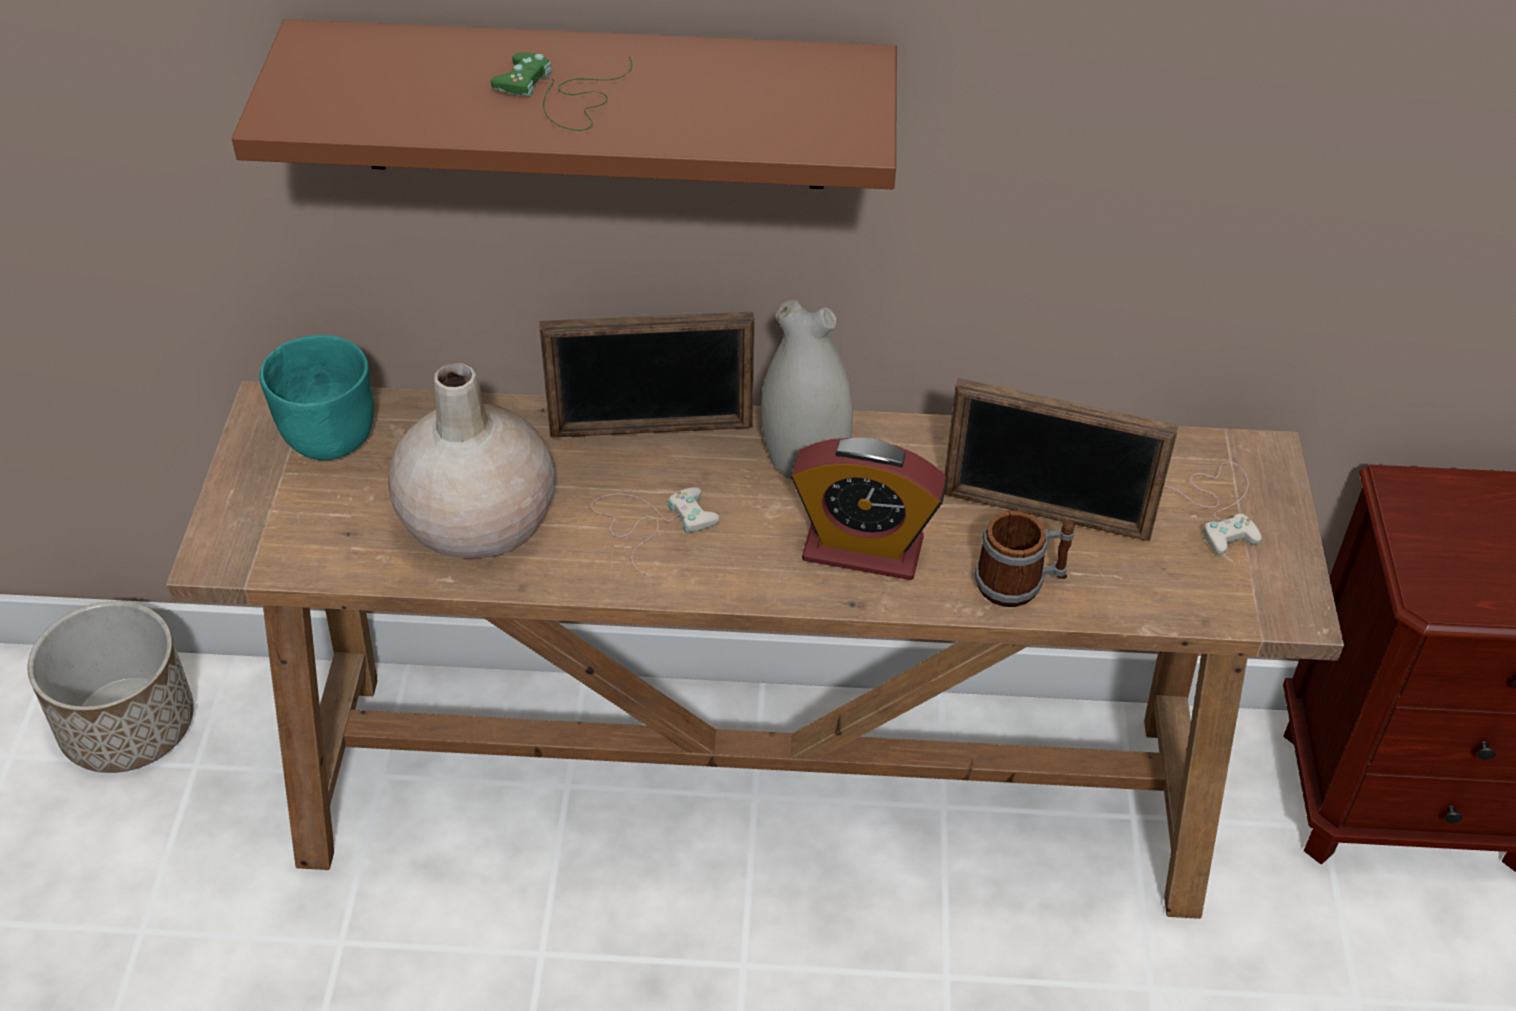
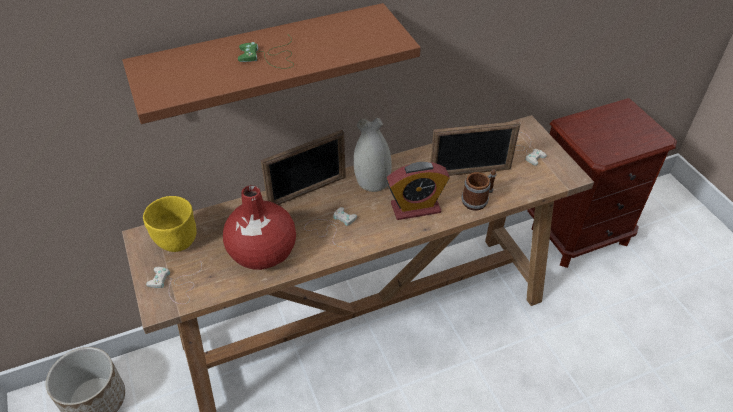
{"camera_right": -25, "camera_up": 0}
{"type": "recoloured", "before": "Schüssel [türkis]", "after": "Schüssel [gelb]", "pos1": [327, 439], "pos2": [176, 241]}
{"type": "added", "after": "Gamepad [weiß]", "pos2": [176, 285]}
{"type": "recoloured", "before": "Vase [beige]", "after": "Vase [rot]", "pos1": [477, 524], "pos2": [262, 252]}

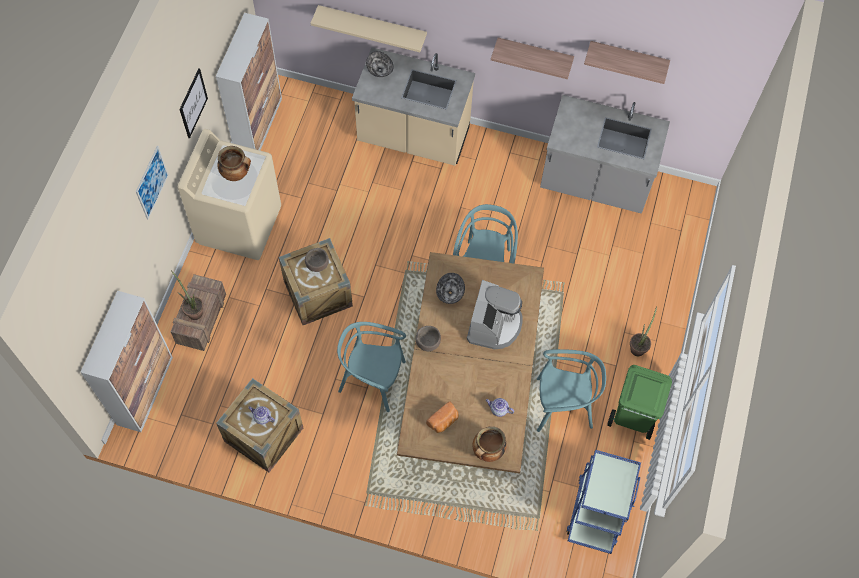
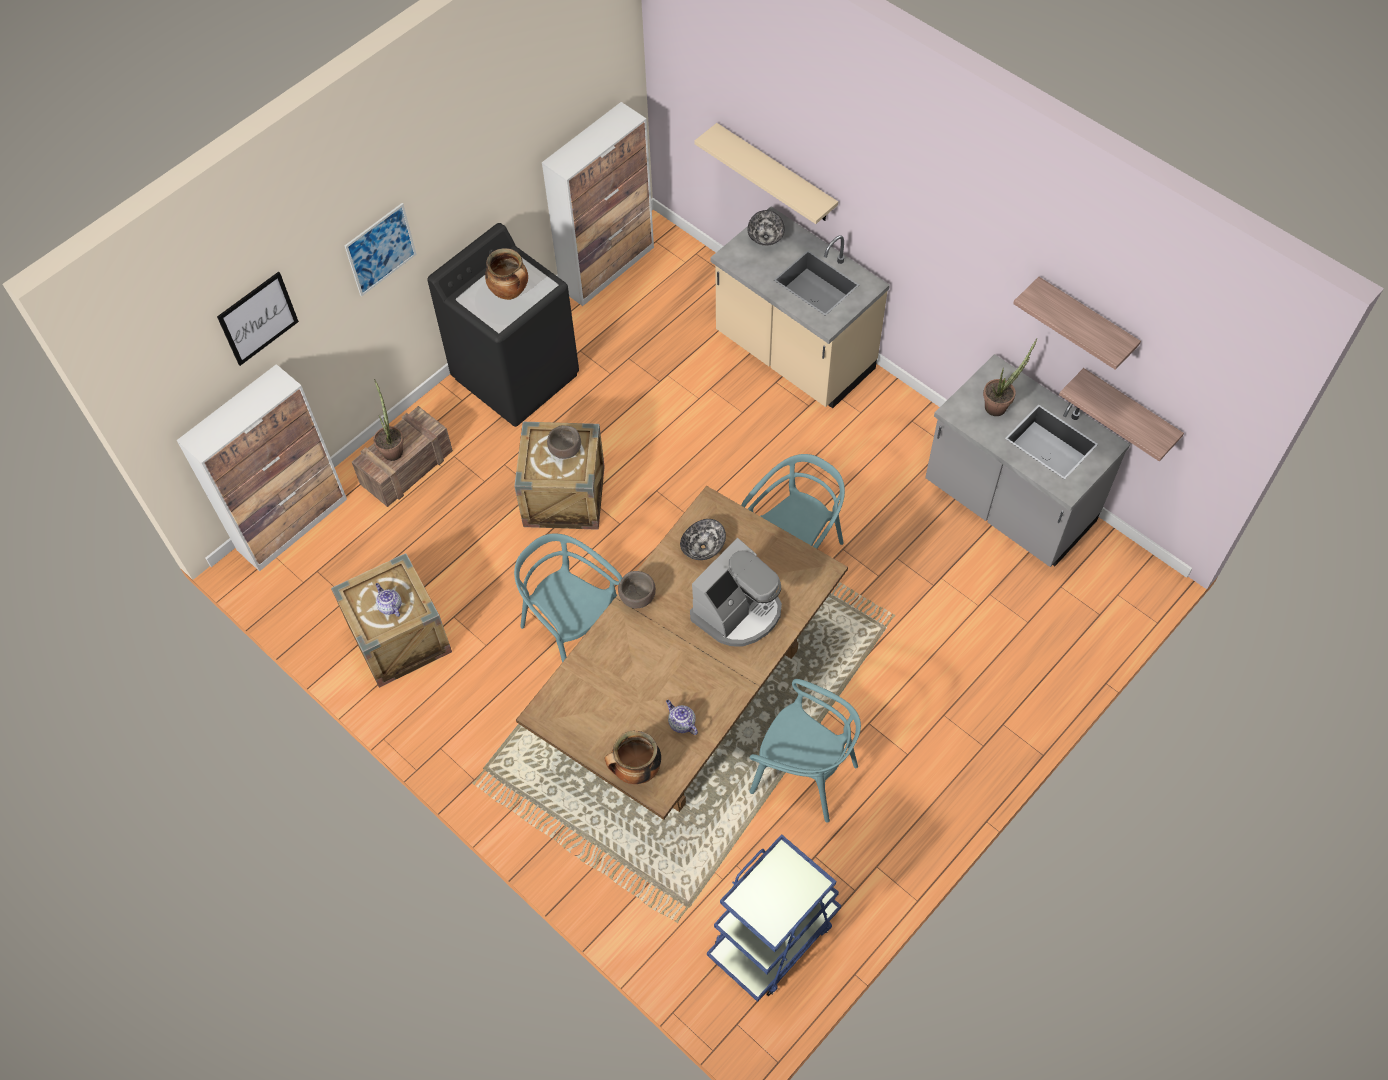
{"camera_right": 30, "camera_up": -5}
{"type": "moved", "before": "Bild", "pos1": [193, 103], "pos2": [258, 318]}
{"type": "recoloured", "before": "Waschmaschine [beige]", "after": "Waschmaschine [schwarz]", "pos1": [239, 225], "pos2": [516, 376]}
{"type": "moved", "before": "Topfpflanze", "pos1": [638, 346], "pos2": [999, 405]}
{"type": "moved", "before": "Wandregal", "pos1": [534, 54], "pos2": [1128, 411]}
{"type": "removed", "before": "Brot", "pos1": [443, 421]}
{"type": "removed", "before": "Mülleimer [grün]", "pos1": [631, 417]}

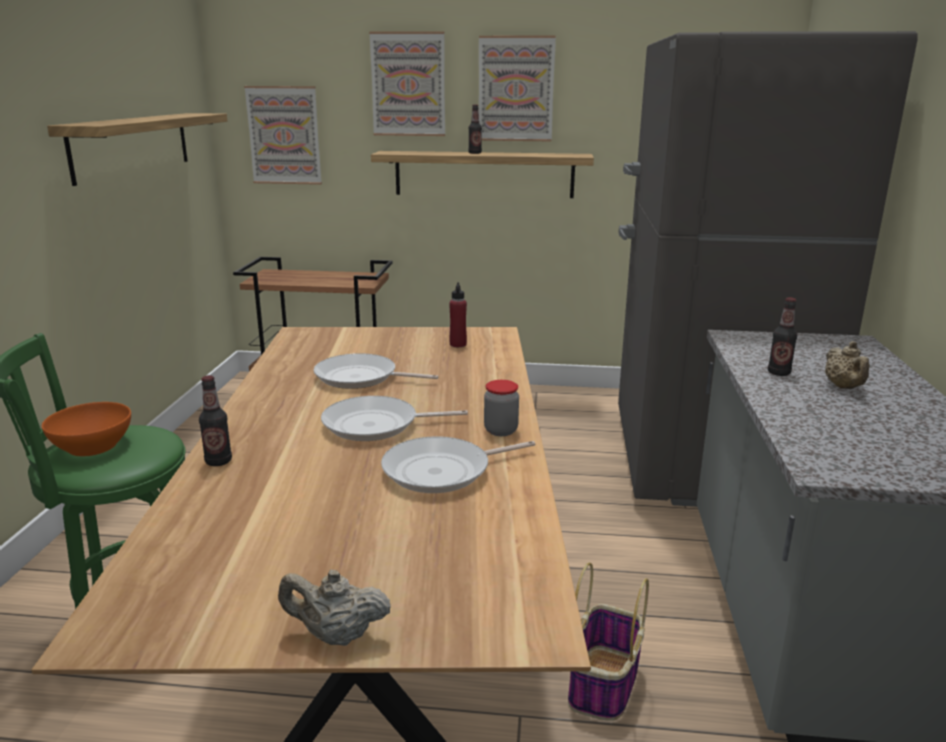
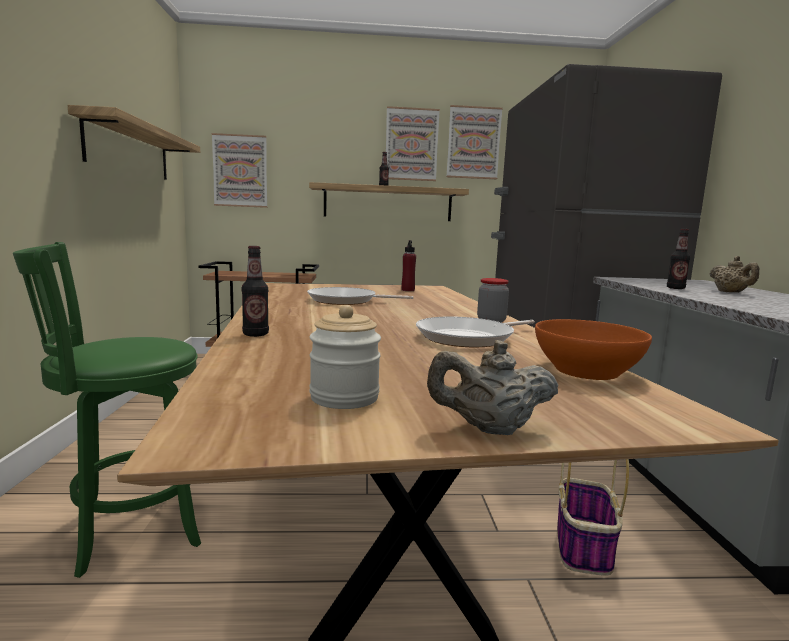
{"camera_right": -10, "camera_up": -10}
{"type": "added", "after": "Vorratsglas", "pos2": [344, 397]}
{"type": "moved", "before": "Bild", "pos1": [408, 84], "pos2": [473, 143]}
{"type": "moved", "before": "Schüssel [orange]", "pos1": [93, 446], "pos2": [586, 370]}
{"type": "removed", "before": "Pfanne", "pos1": [376, 425]}

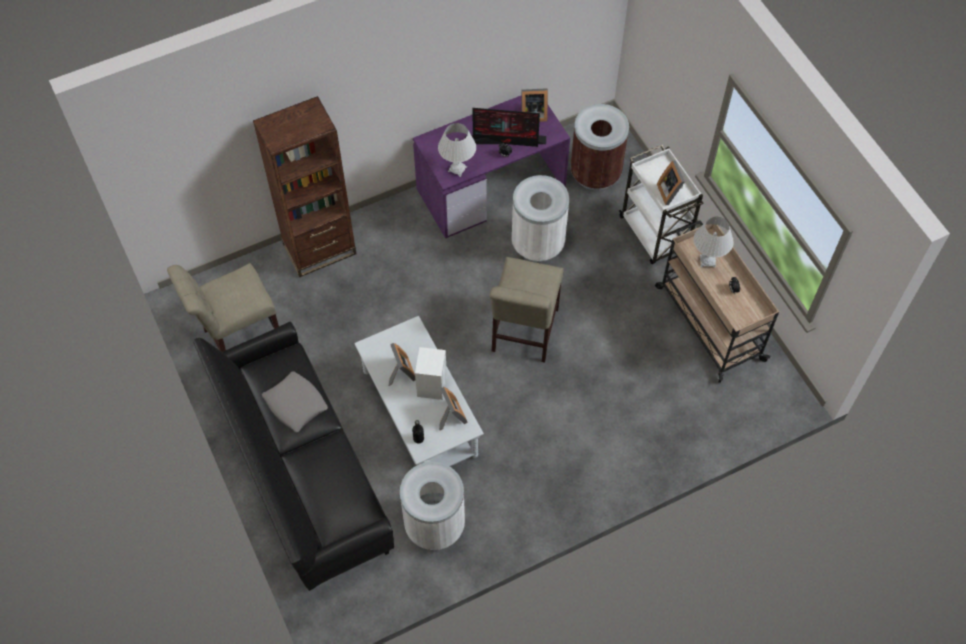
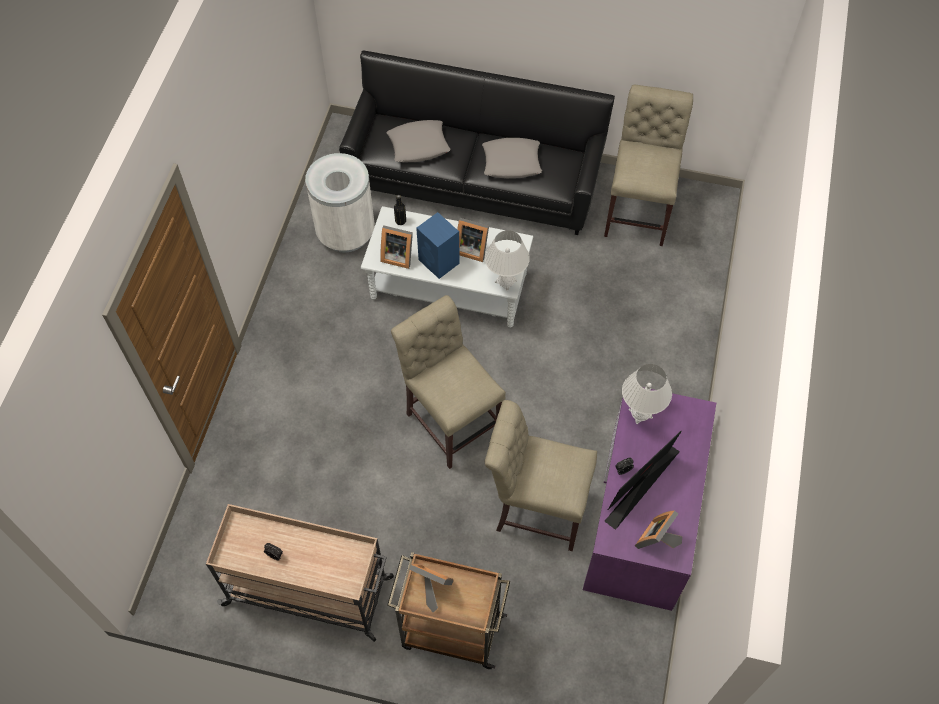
{"camera_right": 130, "camera_up": 0}
{"type": "added", "after": "Kissen [grau]", "pos2": [419, 145]}
{"type": "recoloured", "before": "Rollwagen [weiß]", "after": "Rollwagen [braun]", "pos1": [654, 234], "pos2": [450, 631]}
{"type": "recoloured", "before": "Lautsprecher [weiß]", "after": "Lautsprecher [blau]", "pos1": [432, 384], "pos2": [439, 262]}
{"type": "moved", "before": "Tischlampe [weiß]", "pos1": [707, 261], "pos2": [506, 281]}
{"type": "replaced", "before": "Mülleimer [weiß]", "after": "Stuhl [beige]", "pos1": [537, 244], "pos2": [536, 508]}
{"type": "removed", "before": "Bücherregal [braun]", "pos1": [320, 249]}
{"type": "removed", "before": "Mülleimer [braun]", "pos1": [595, 173]}

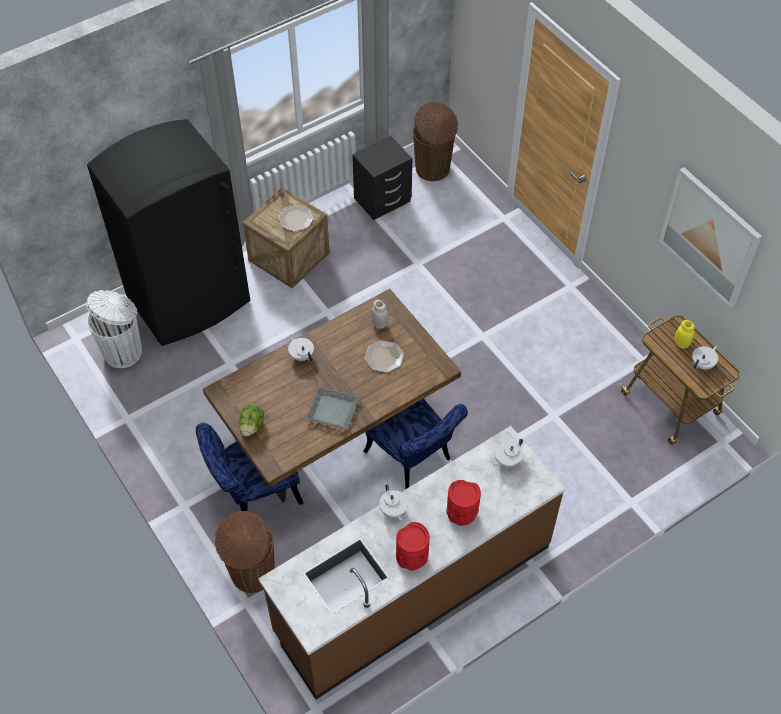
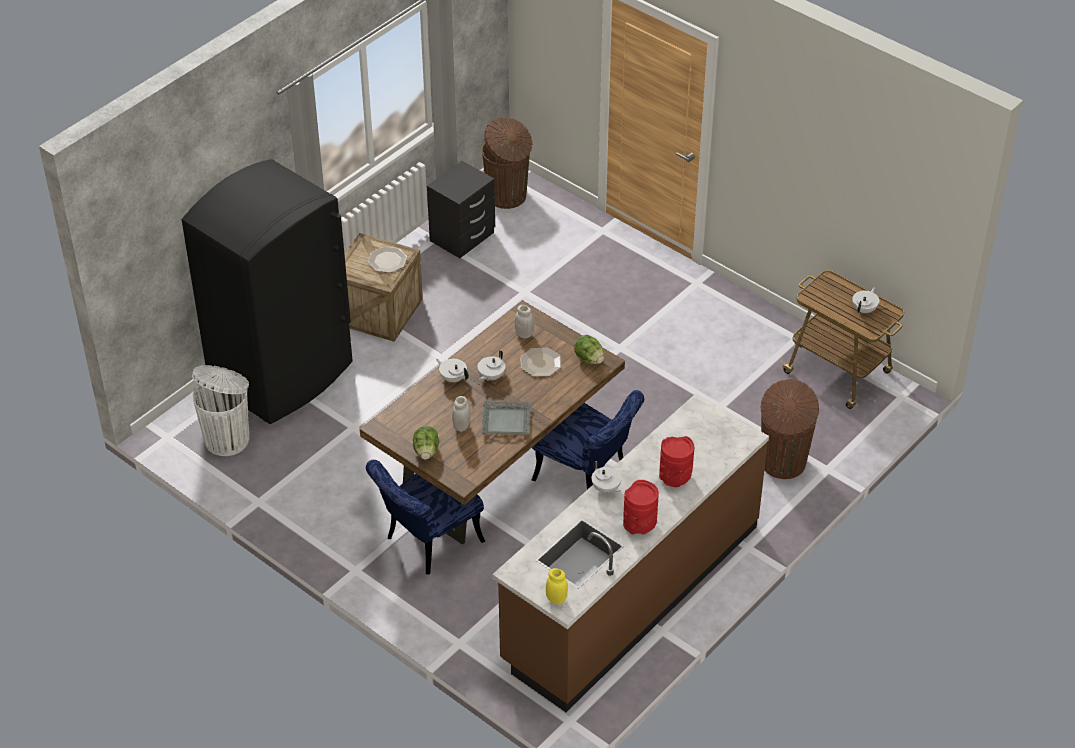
{"camera_right": -15, "camera_up": -10}
{"type": "added", "after": "Vorratsglas [weiß]", "pos2": [461, 426]}
{"type": "moved", "before": "Teekanne [weiß]", "pos1": [506, 460], "pos2": [491, 376]}
{"type": "moved", "before": "Vorratsglas [gelb]", "pos1": [681, 344], "pos2": [556, 599]}
{"type": "added", "after": "Salatkopf", "pos2": [589, 359]}
{"type": "moved", "before": "Mülleimer [braun]", "pos1": [251, 574], "pos2": [782, 463]}
{"type": "removed", "before": "Bild", "pos1": [709, 237]}

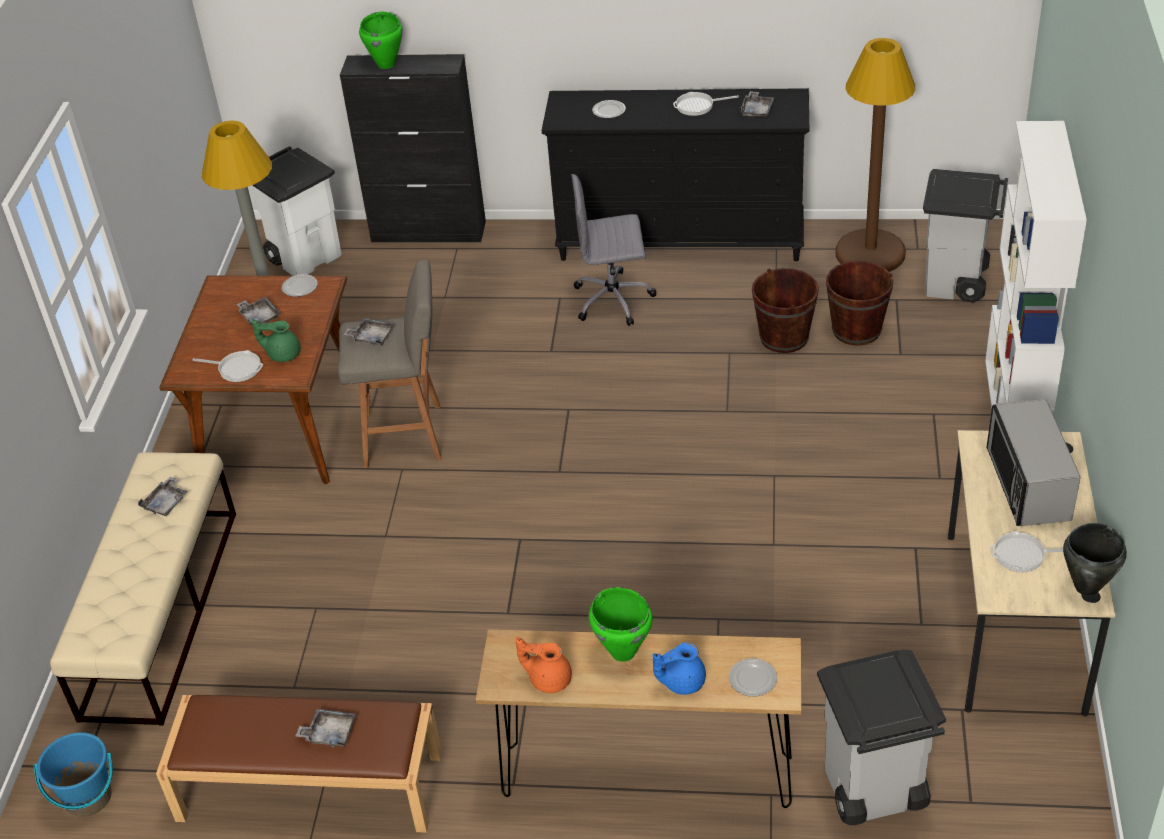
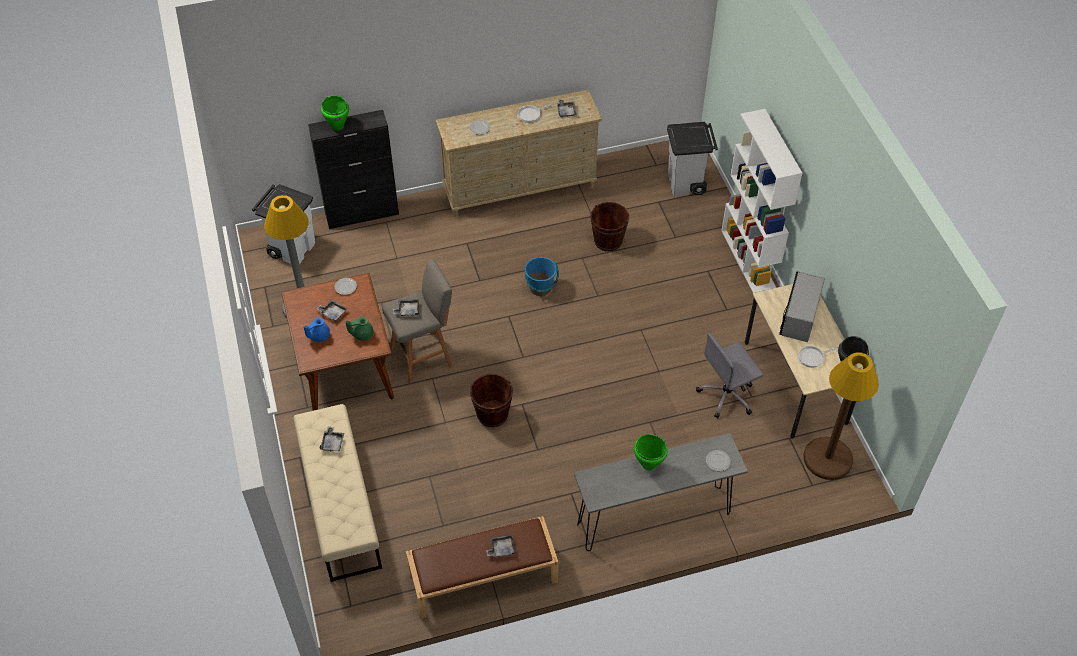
{"camera_right": -25, "camera_up": 10}
{"type": "moved", "before": "Teekanne [blau]", "pos1": [681, 682], "pos2": [319, 336]}
{"type": "recoloured", "before": "Kommode [schwarz]", "after": "Kommode [beige]", "pos1": [681, 242], "pos2": [520, 189]}
{"type": "moved", "before": "Eimer [braun]", "pos1": [856, 330], "pos2": [492, 414]}
{"type": "moved", "before": "Eimer [blau]", "pos1": [88, 798], "pos2": [540, 288]}
{"type": "recoloured", "before": "Konsolentisch [braun]", "after": "Konsolentisch [grau]", "pos1": [647, 776], "pos2": [654, 519]}
{"type": "moved", "before": "Bürostuhl [grau]", "pos1": [614, 299], "pos2": [727, 395]}
{"type": "turned", "before": "Mikrowelle", "pos1": [1027, 485], "pos2": [799, 317], "turn": 45}
{"type": "moved", "before": "Stehlampe [braun]", "pos1": [870, 253], "pos2": [828, 458]}
{"type": "removed", "before": "Pfanne", "pos1": [237, 368]}
{"type": "removed", "before": "Teekanne [orange]", "pos1": [548, 679]}
{"type": "removed", "before": "Mülleimer [grau]", "pos1": [872, 791]}

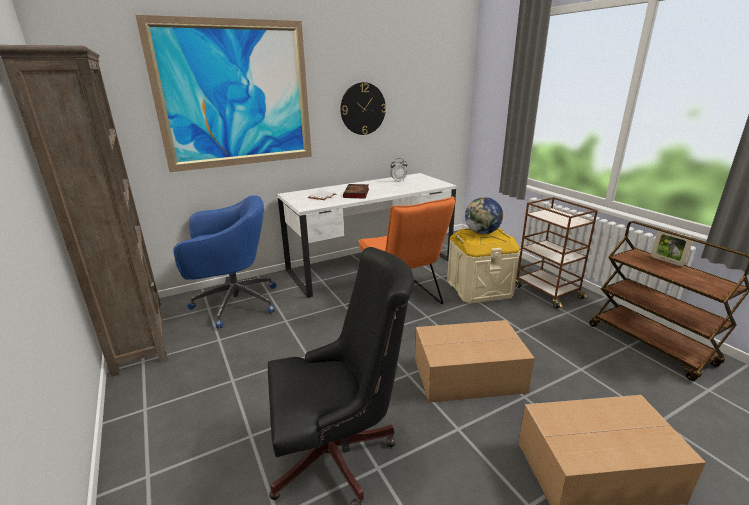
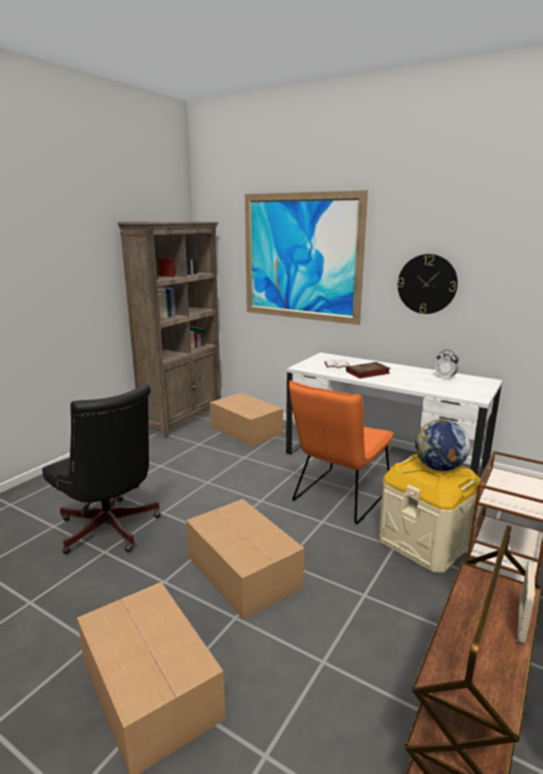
{"camera_right": 60, "camera_up": -5}
{"type": "replaced", "before": "Bürostuhl [blau]", "after": "Karton", "pos1": [233, 303], "pos2": [246, 430]}

